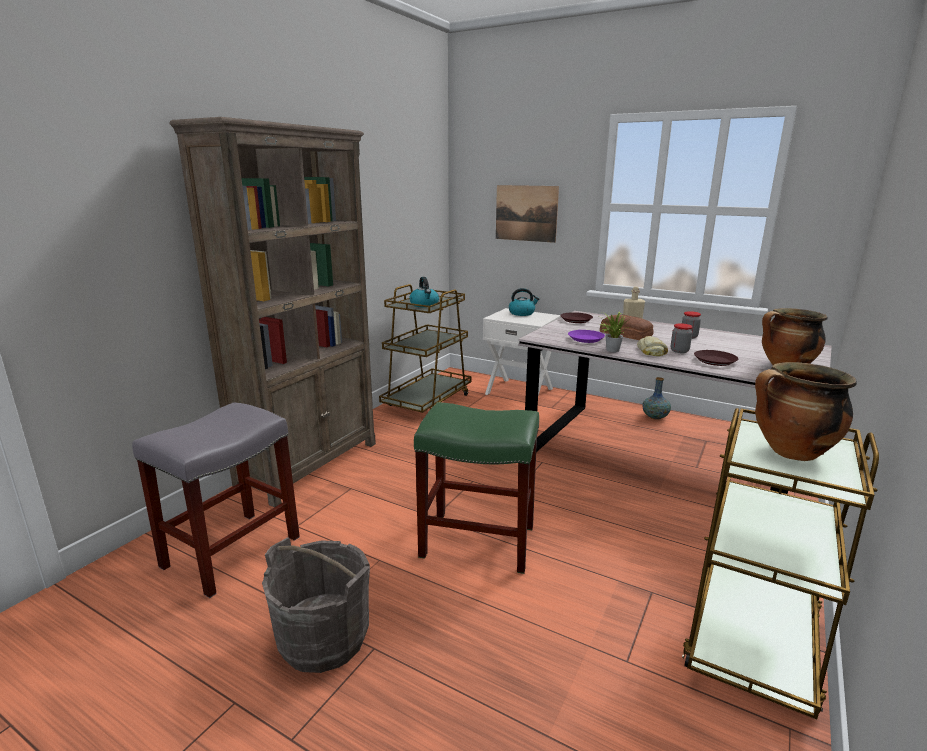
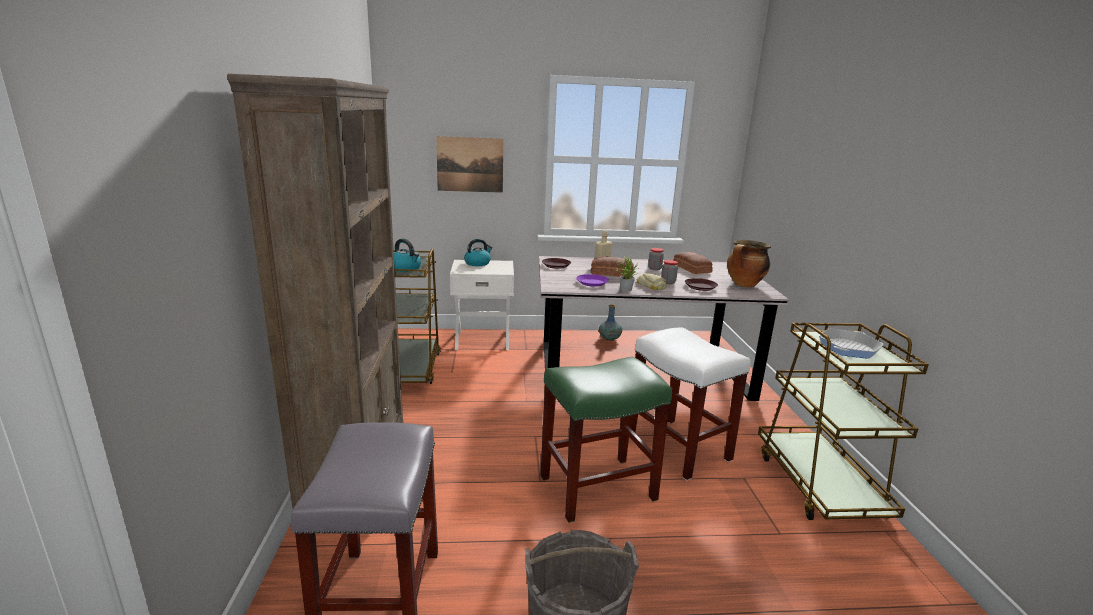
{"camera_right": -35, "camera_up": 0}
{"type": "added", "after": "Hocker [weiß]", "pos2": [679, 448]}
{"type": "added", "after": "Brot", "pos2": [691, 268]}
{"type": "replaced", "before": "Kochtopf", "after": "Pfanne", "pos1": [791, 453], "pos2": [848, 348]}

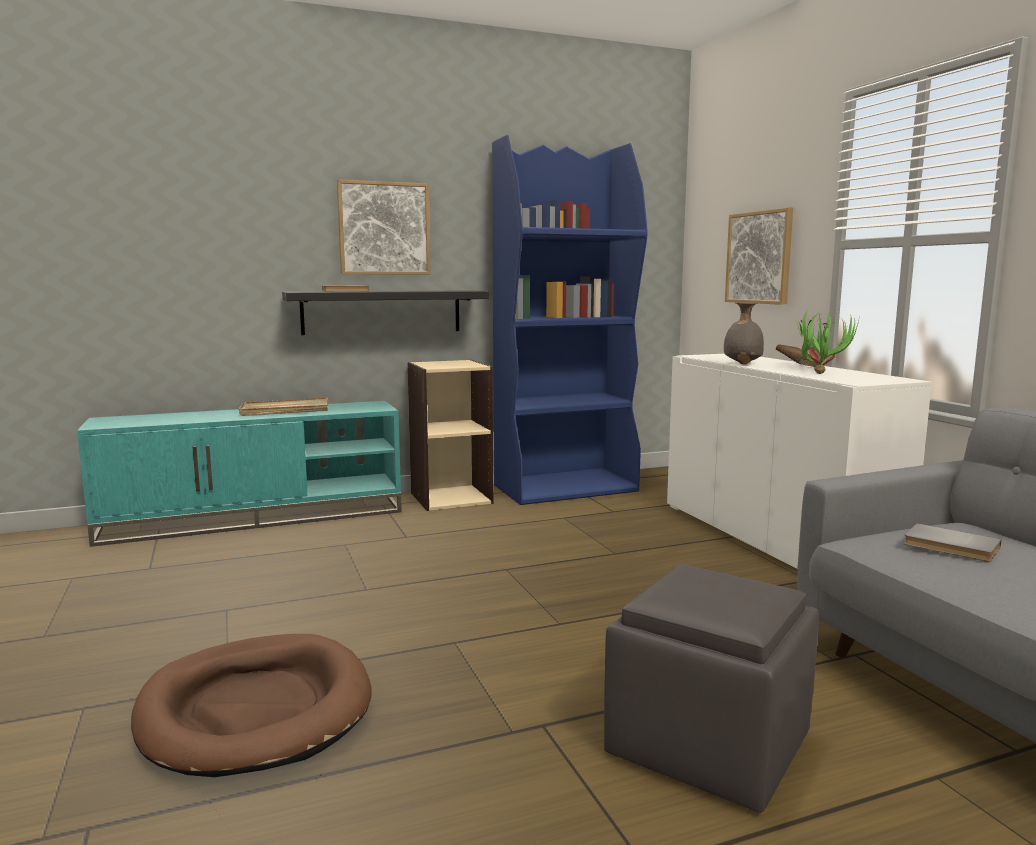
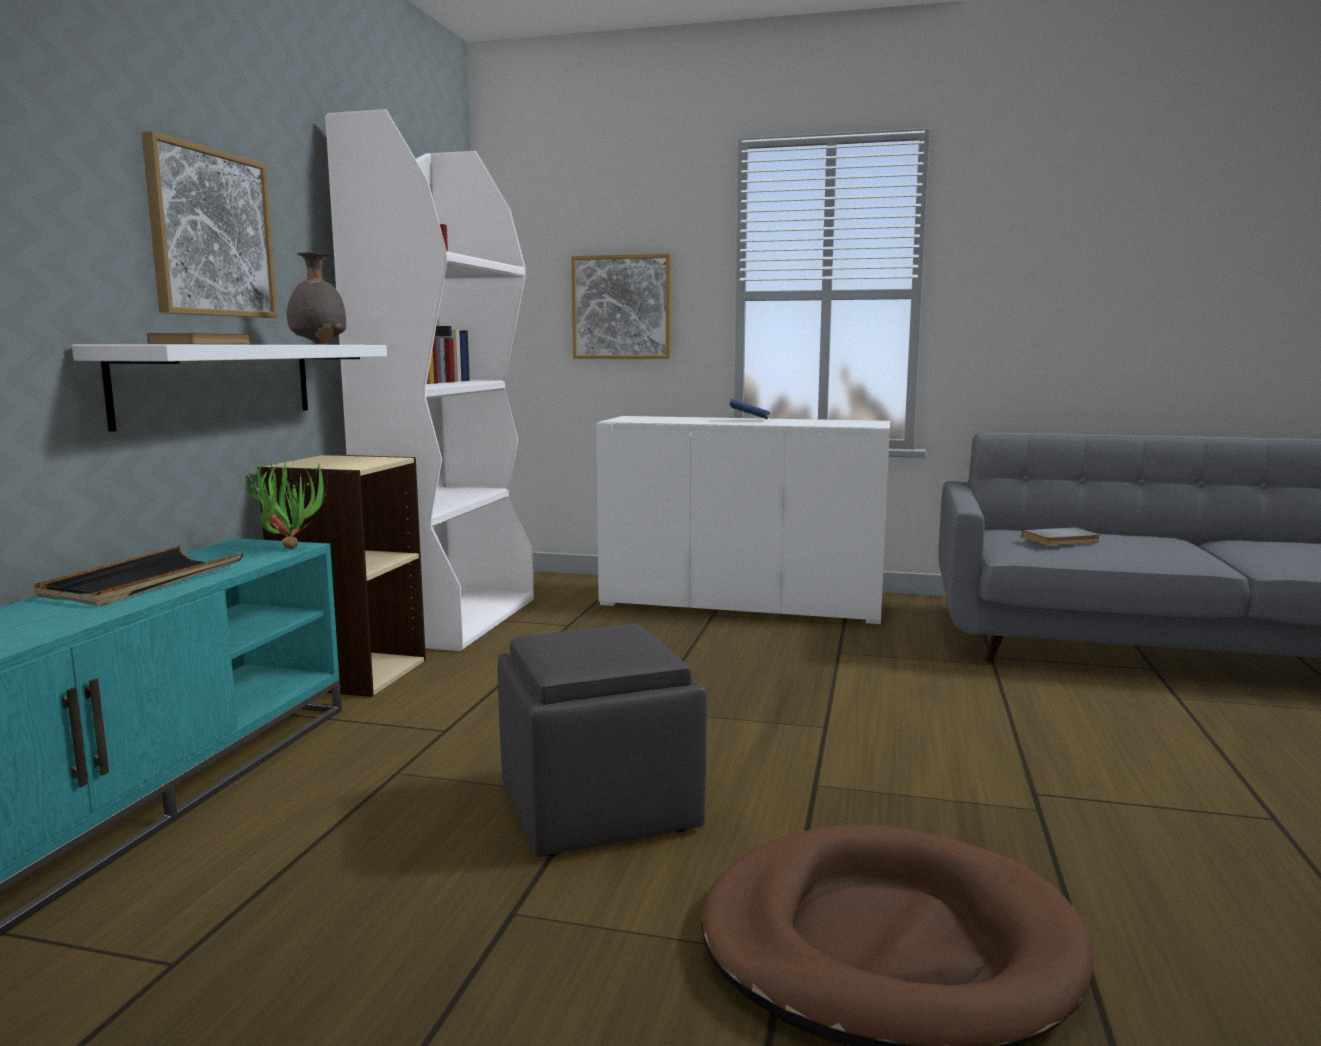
{"camera_right": -55, "camera_up": 0}
{"type": "recoloured", "before": "Tablett [beige]", "after": "Tablett [schwarz]", "pos1": [285, 410], "pos2": [143, 582]}
{"type": "recoloured", "before": "Wandregal [schwarz]", "after": "Wandregal [weiß]", "pos1": [382, 312], "pos2": [218, 382]}
{"type": "moved", "before": "Topfpflanze", "pos1": [820, 373], "pos2": [288, 546]}
{"type": "moved", "before": "Vase [grau]", "pos1": [741, 364], "pos2": [317, 344]}
{"type": "recoloured", "before": "Bücherregal [blau]", "after": "Bücherregal [weiß]", "pos1": [566, 488], "pos2": [452, 619]}
{"type": "moved", "before": "Polsterhocker [grau]", "pos1": [709, 747], "pos2": [600, 808]}
{"type": "recoloured", "before": "Buch [braun]", "after": "Buch [blau]", "pos1": [797, 366], "pos2": [749, 420]}

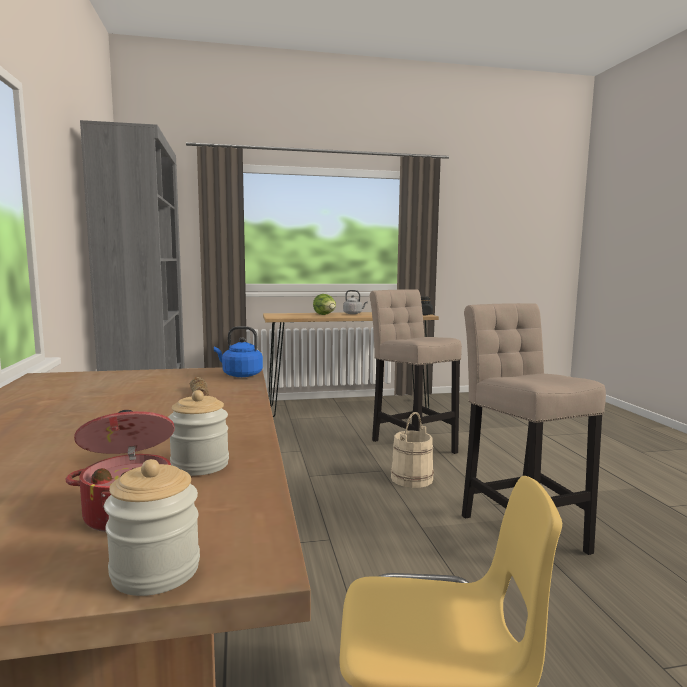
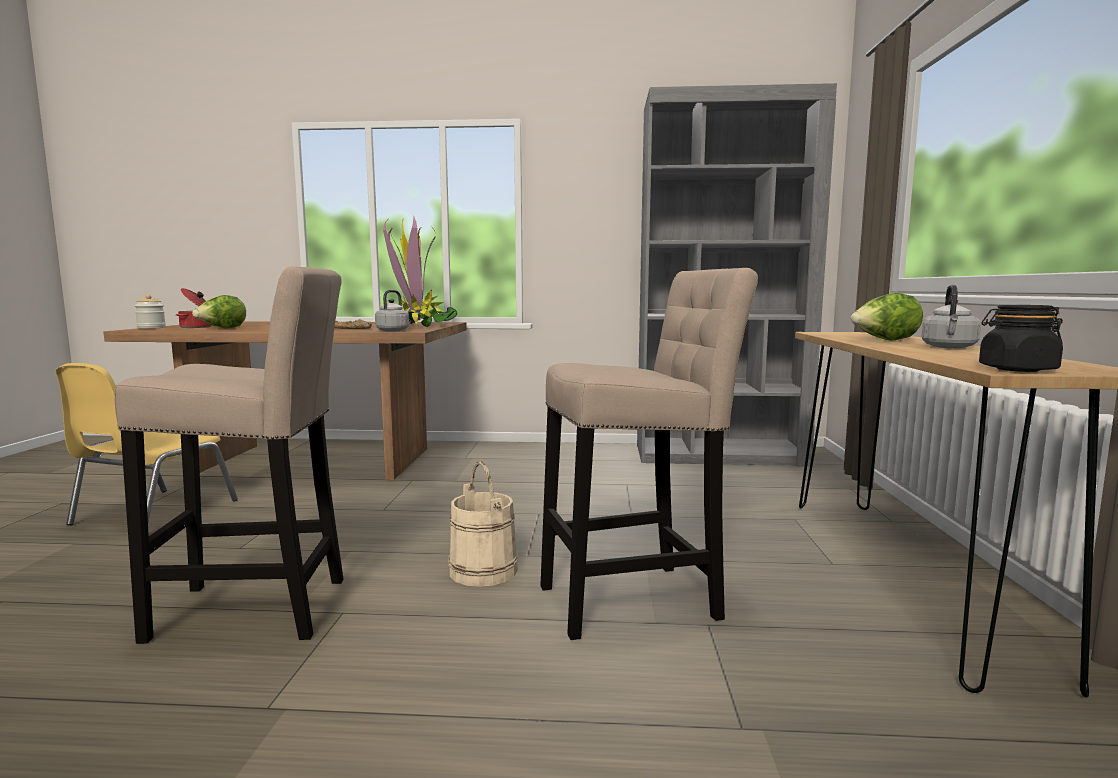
{"camera_right": 105, "camera_up": 0}
{"type": "replaced", "before": "Vorratsglas", "after": "Salatkopf", "pos1": [200, 465], "pos2": [222, 328]}
{"type": "recoloured", "before": "Wasserkessel [blau]", "after": "Wasserkessel [grau]", "pos1": [240, 375], "pos2": [394, 330]}
{"type": "added", "after": "Topfpflanze", "pos2": [417, 326]}

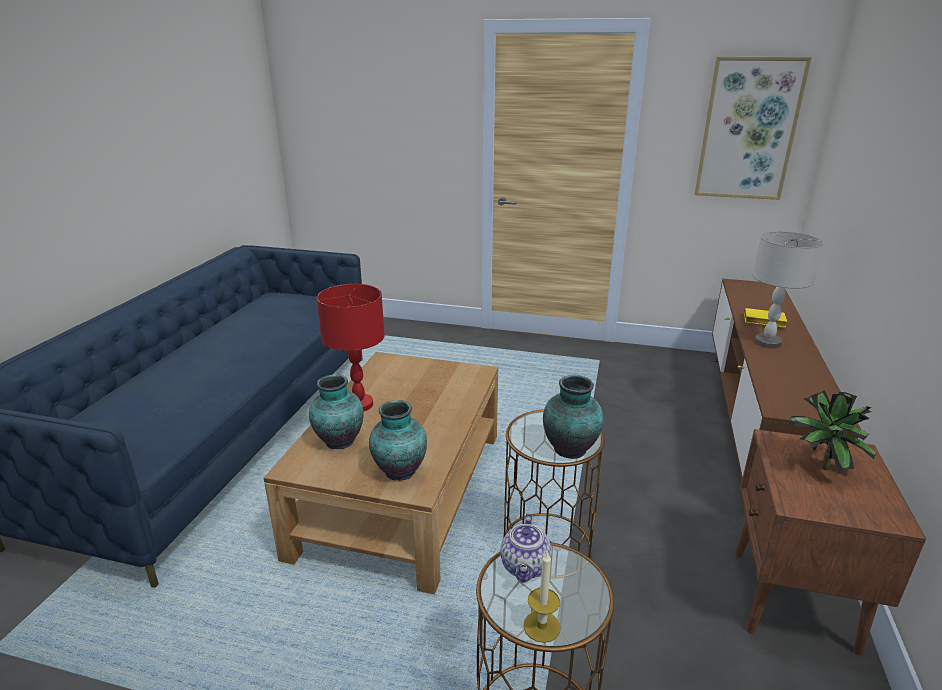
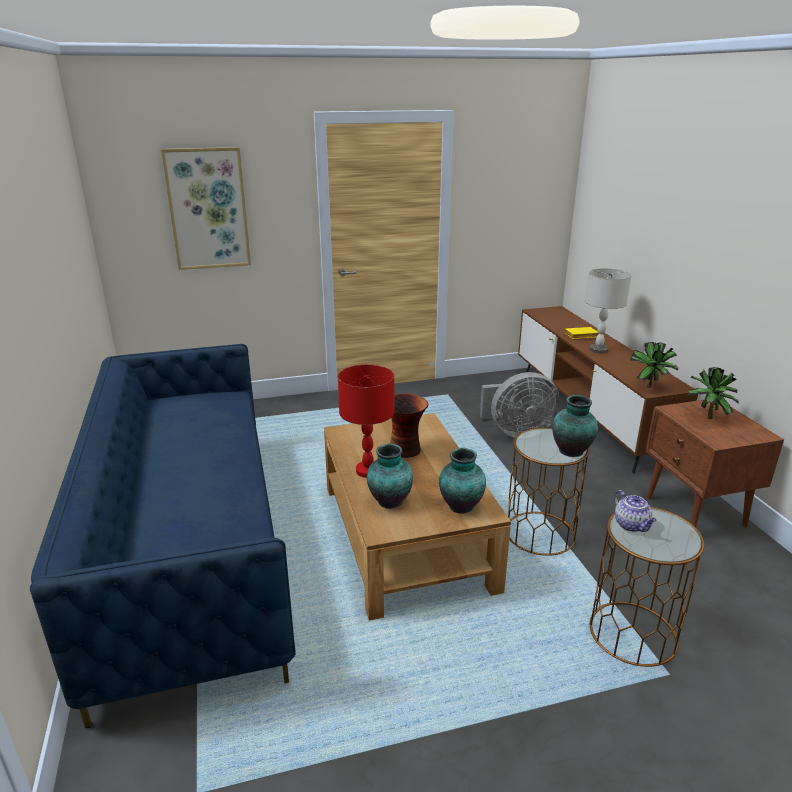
{"camera_right": -30, "camera_up": 0}
{"type": "moved", "before": "Bild", "pos1": [748, 129], "pos2": [208, 209]}
{"type": "added", "after": "Vase", "pos2": [406, 449]}
{"type": "added", "after": "Ventilator [grau]", "pos2": [516, 432]}
{"type": "added", "after": "Topfpflanze", "pos2": [650, 388]}
{"type": "removed", "before": "Kerze", "pos1": [541, 626]}

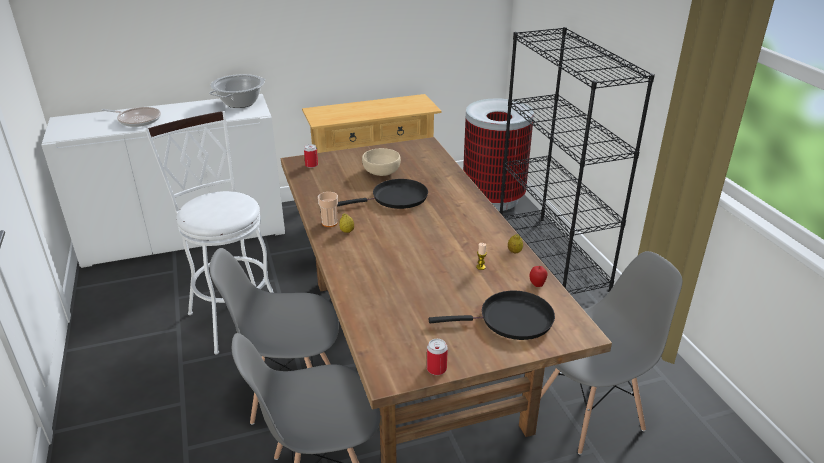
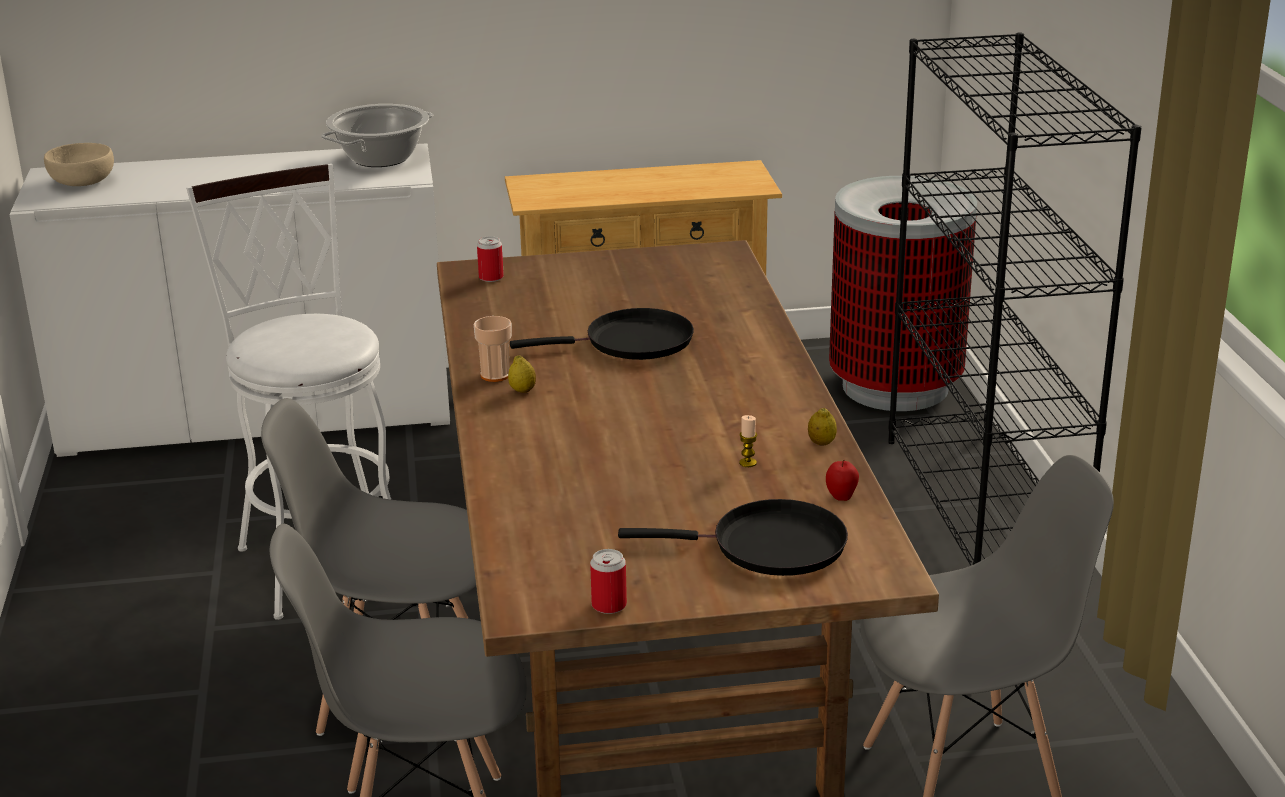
{"camera_right": 10, "camera_up": -5}
{"type": "moved", "before": "Schüssel [beige]", "pos1": [381, 172], "pos2": [82, 182]}
{"type": "removed", "before": "Pfanne", "pos1": [137, 120]}

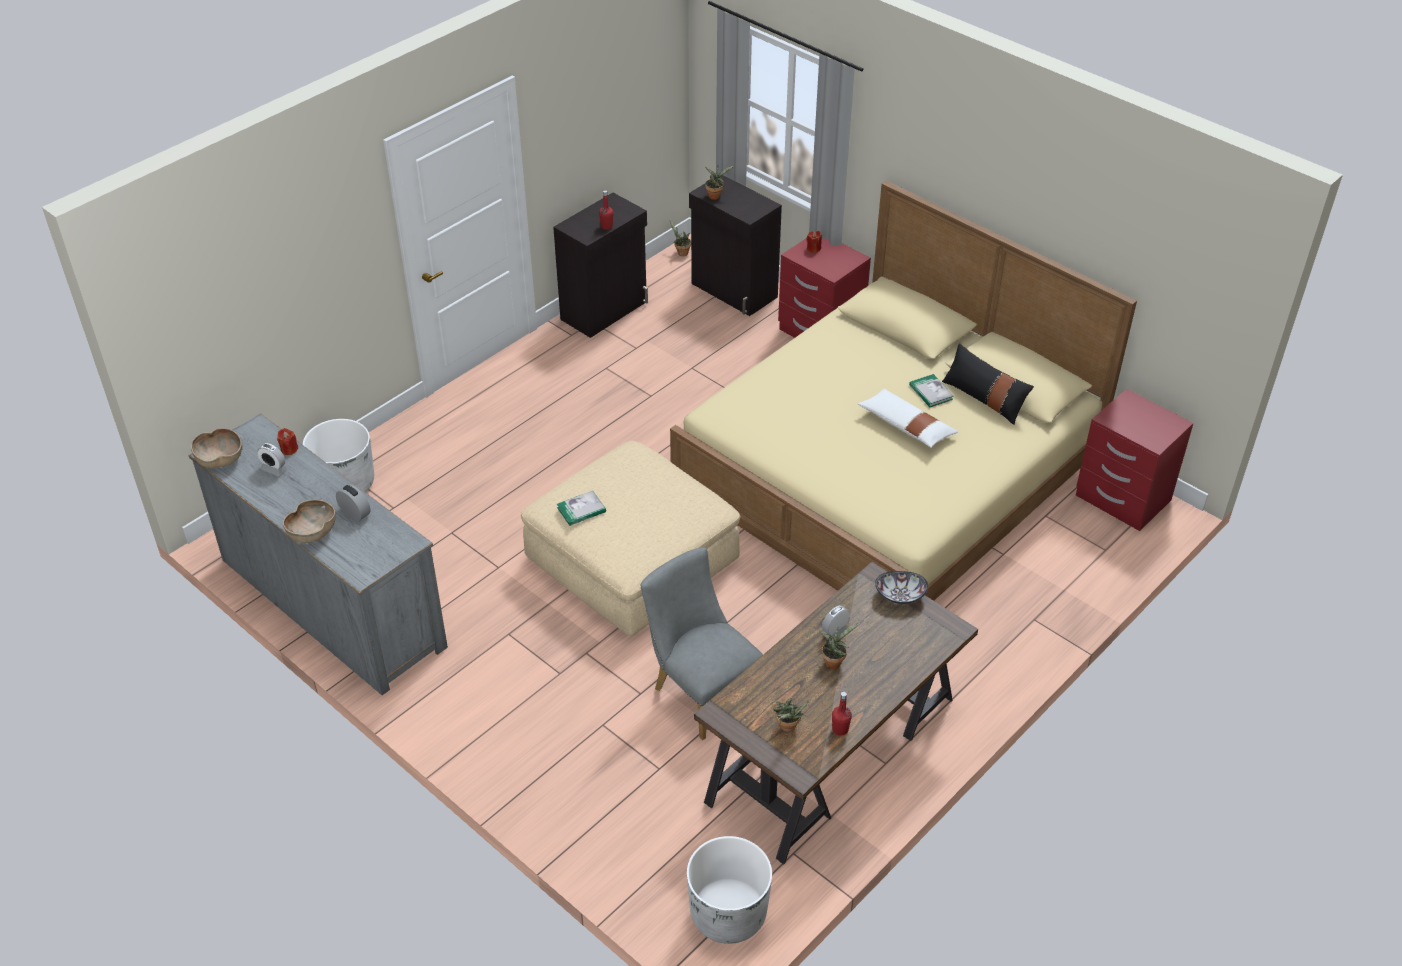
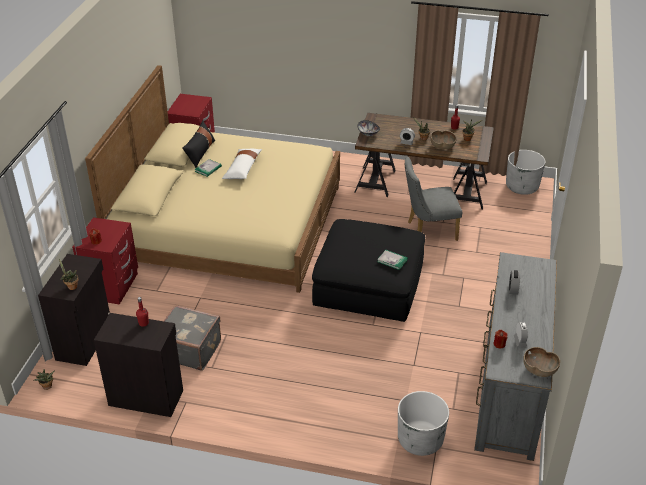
{"camera_right": -120, "camera_up": -5}
{"type": "added", "after": "Koffer [grau]", "pos2": [190, 349]}
{"type": "recoloured", "before": "Polsterhocker [beige]", "after": "Polsterhocker [schwarz]", "pos1": [632, 560], "pos2": [369, 285]}
{"type": "turned", "before": "Stuhl [grau]", "pos1": [701, 691], "pos2": [428, 231], "turn": 60}
{"type": "moved", "before": "Schüssel [braun]", "pos1": [313, 533], "pos2": [442, 146]}

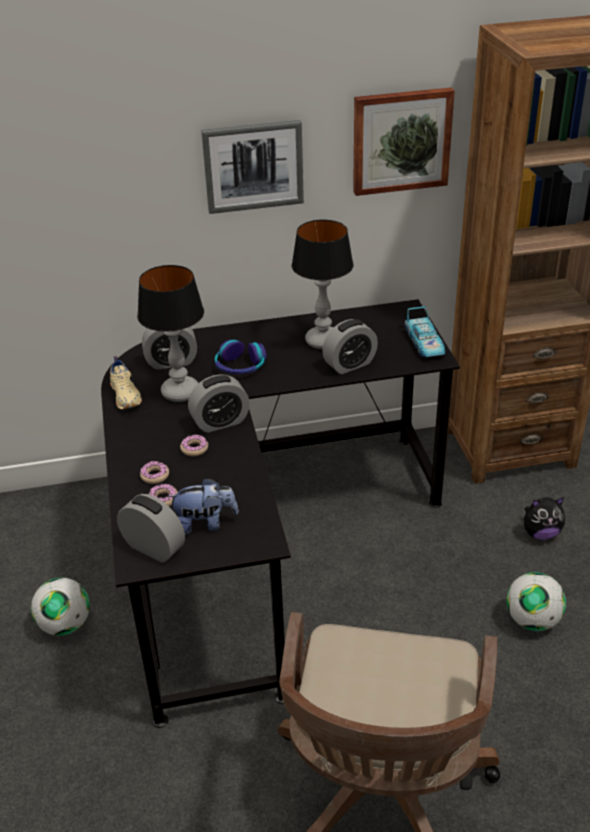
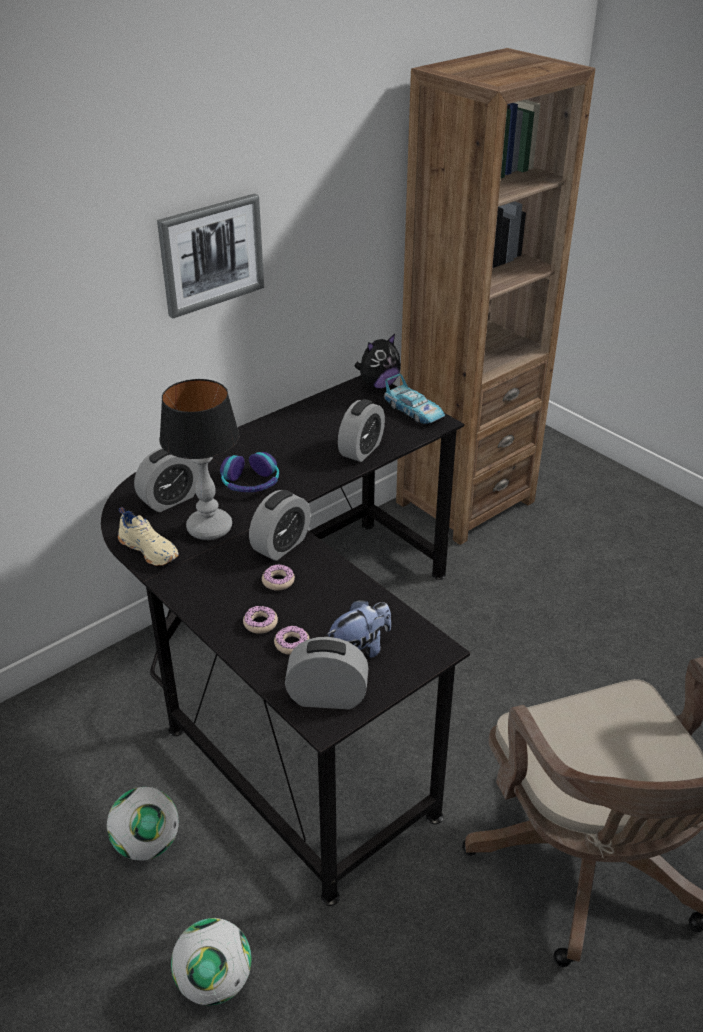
{"camera_right": -30, "camera_up": 0}
{"type": "moved", "before": "Fußball", "pos1": [532, 620], "pos2": [214, 981]}
{"type": "moved", "before": "Plüschtier", "pos1": [540, 533], "pos2": [378, 385]}
{"type": "removed", "before": "Tischlampe", "pos1": [322, 341]}
{"type": "removed", "before": "Bild", "pos1": [401, 141]}

